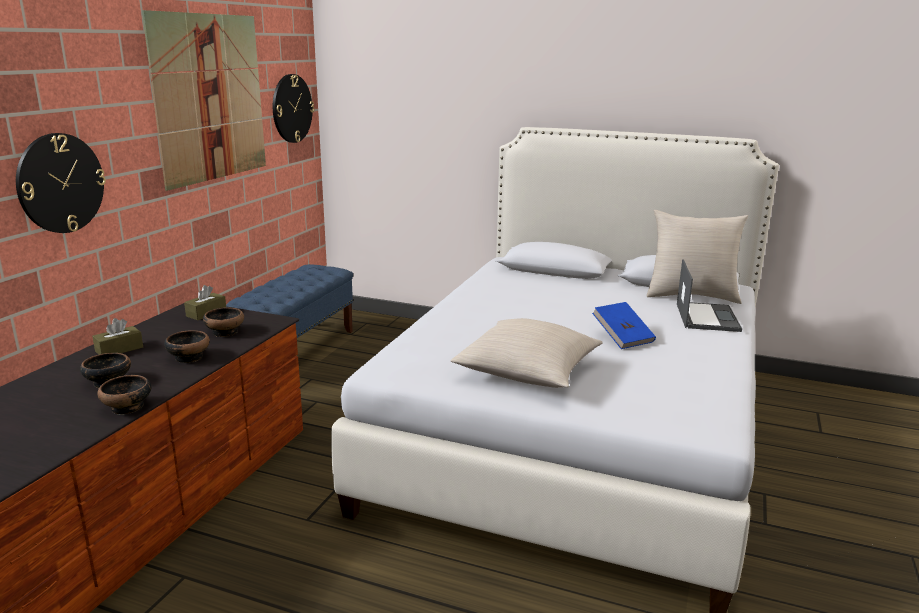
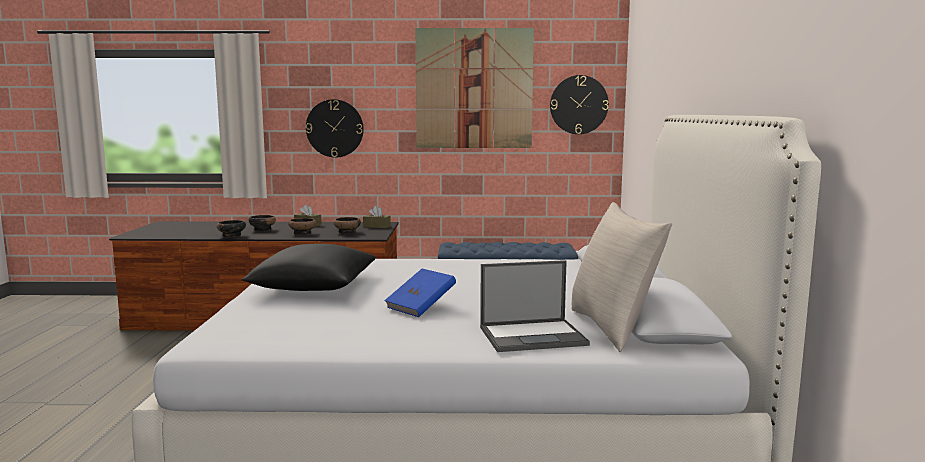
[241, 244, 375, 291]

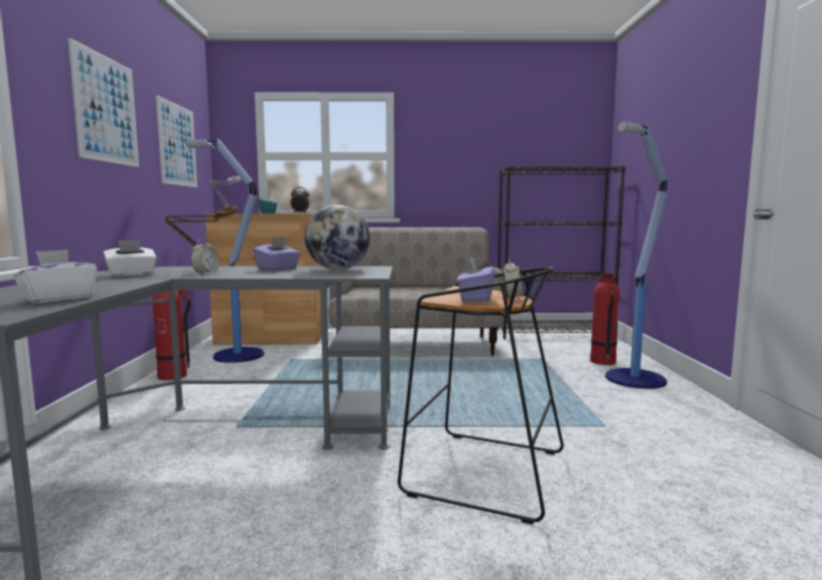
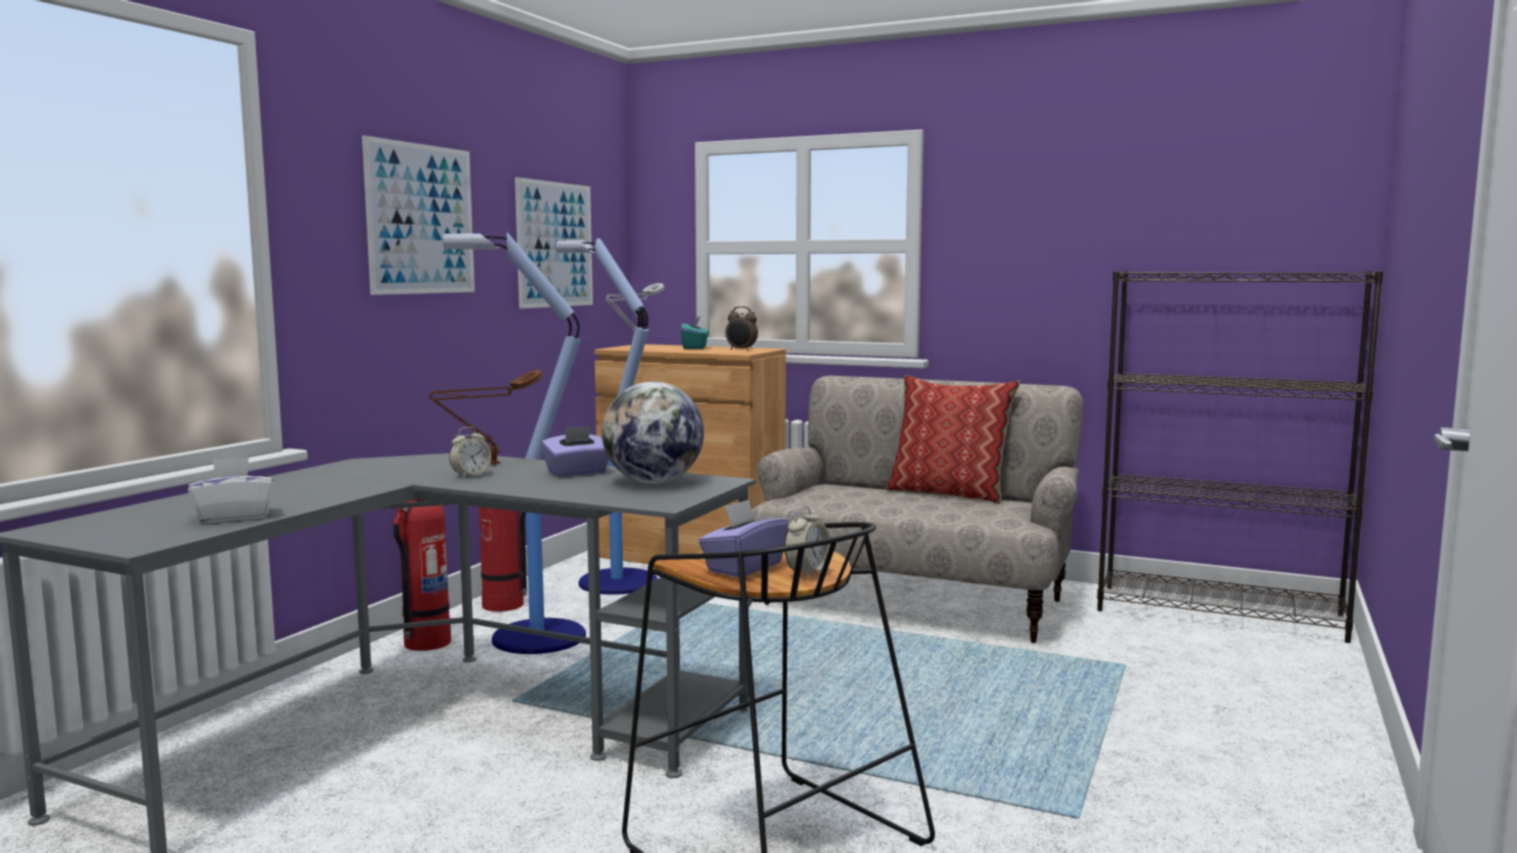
[393, 499, 451, 651]
[443, 232, 586, 654]
[885, 375, 1020, 504]
[103, 240, 157, 277] (first image)

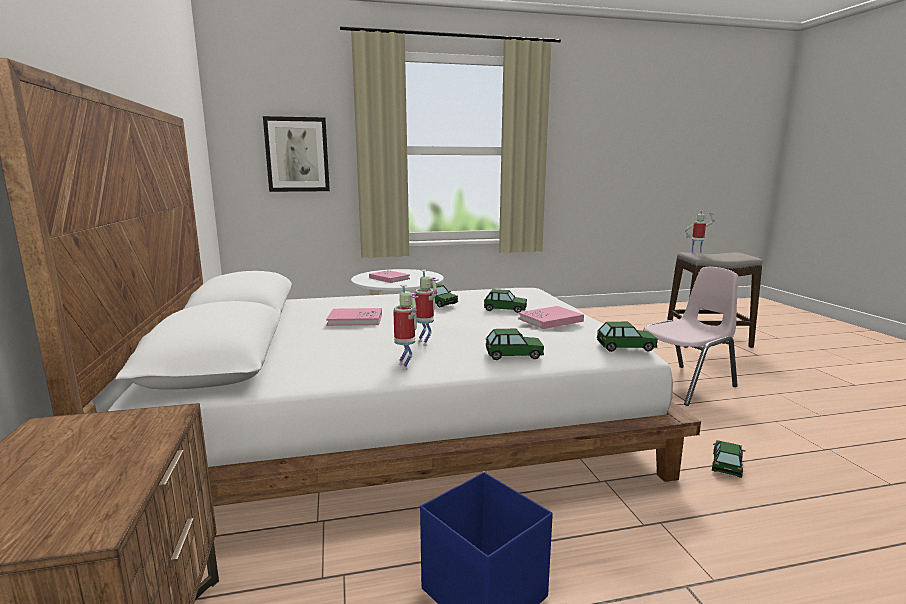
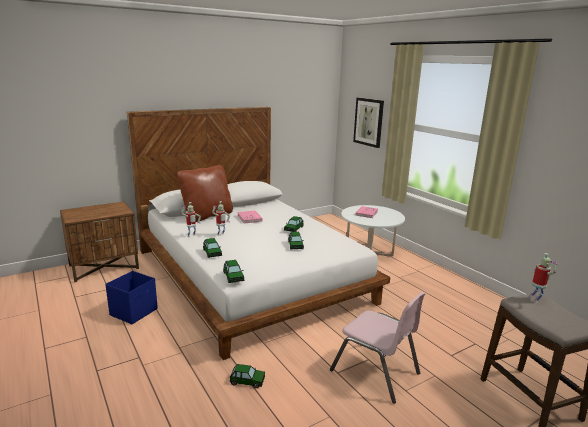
[177, 165, 233, 222]
[518, 306, 584, 329] (first image)

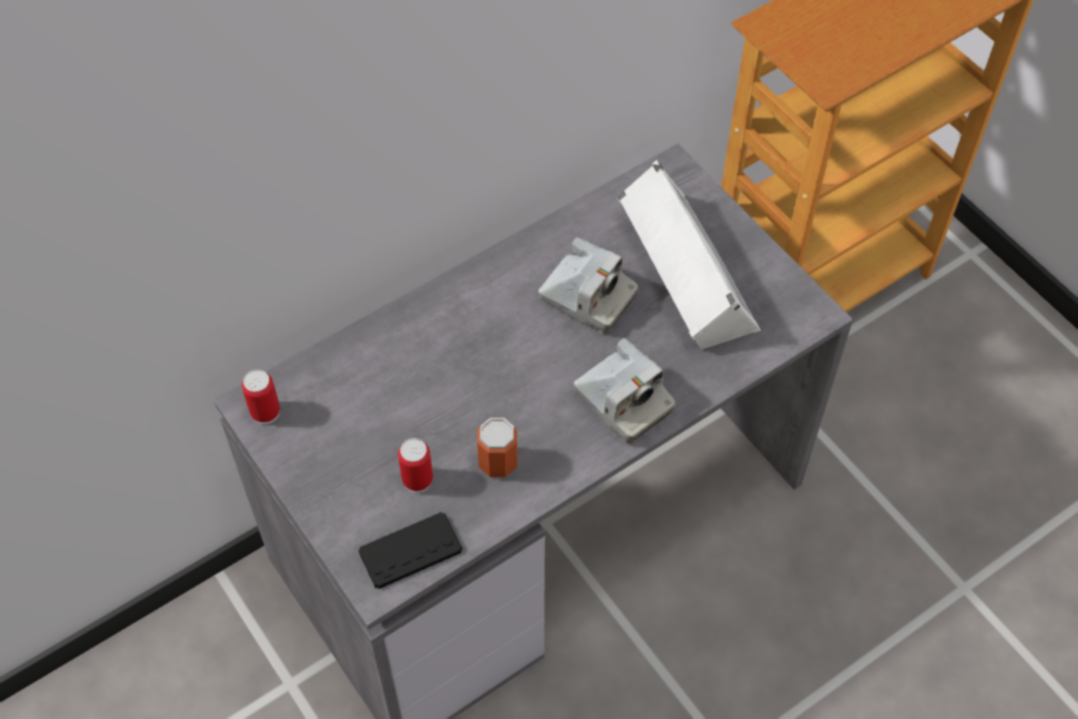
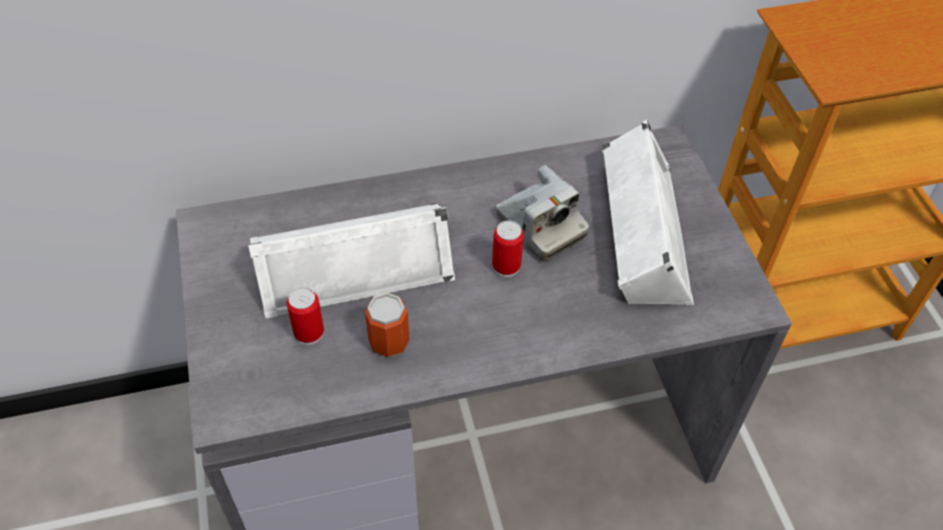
[248, 203, 455, 319]
[492, 221, 524, 277]
[358, 512, 462, 589] (first image)
[574, 338, 675, 444] (first image)

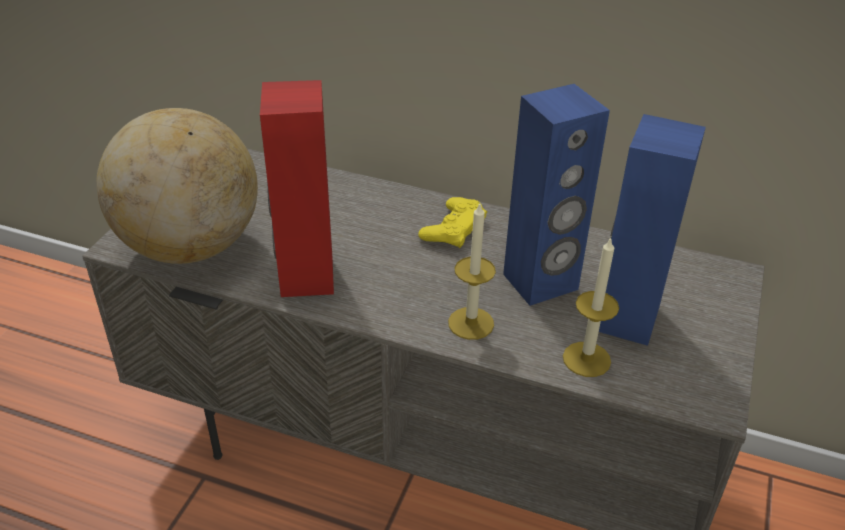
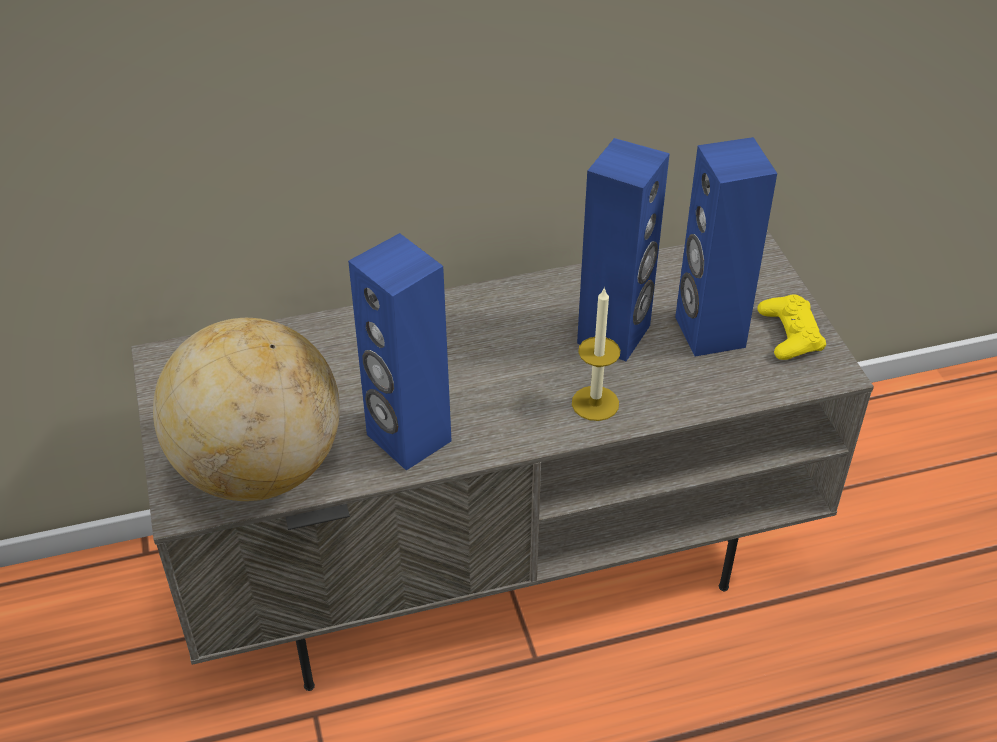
[348, 233, 452, 471]
[757, 294, 826, 360]
[563, 237, 619, 377] (first image)

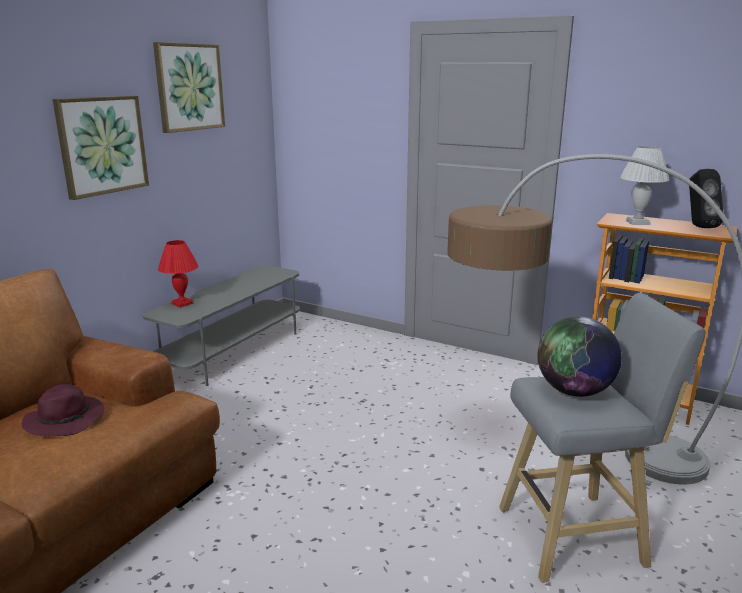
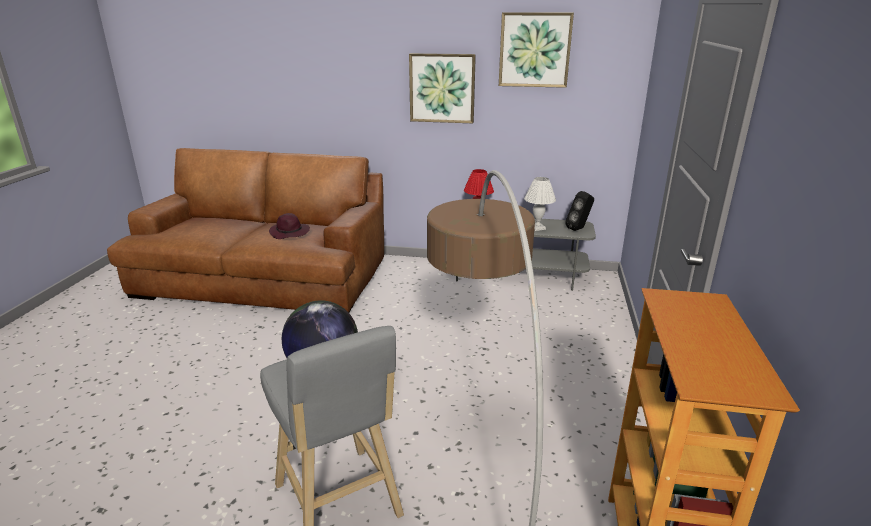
[524, 177, 556, 231]
[565, 191, 594, 231]

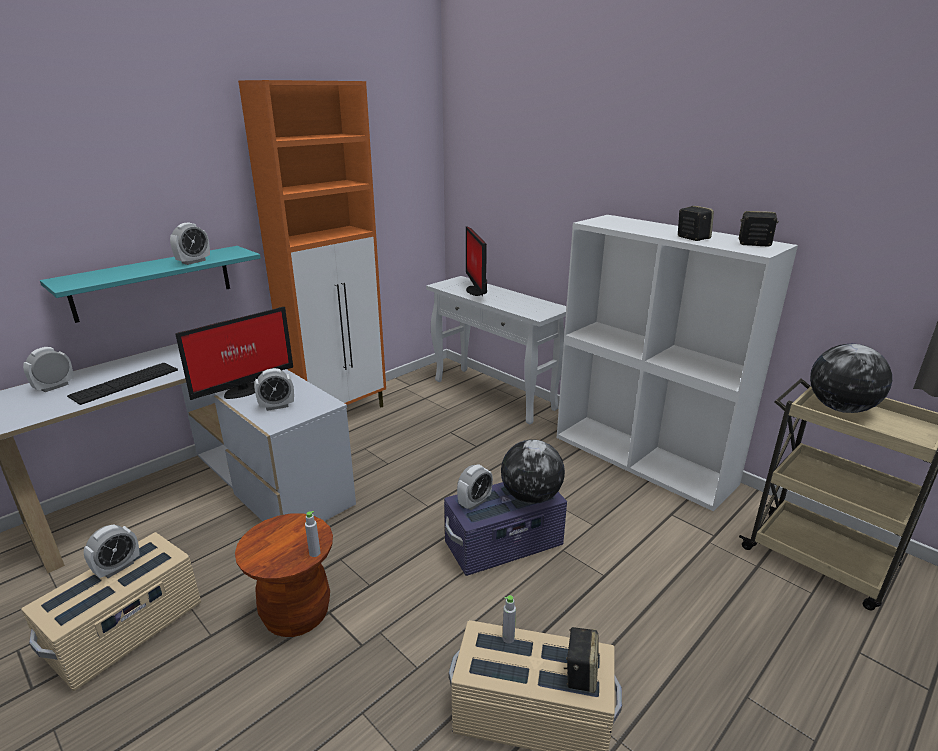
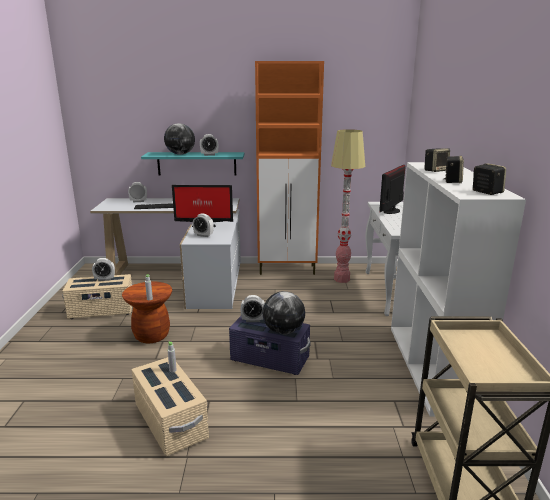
[164, 123, 195, 155]
[331, 129, 365, 283]
[425, 148, 450, 172]

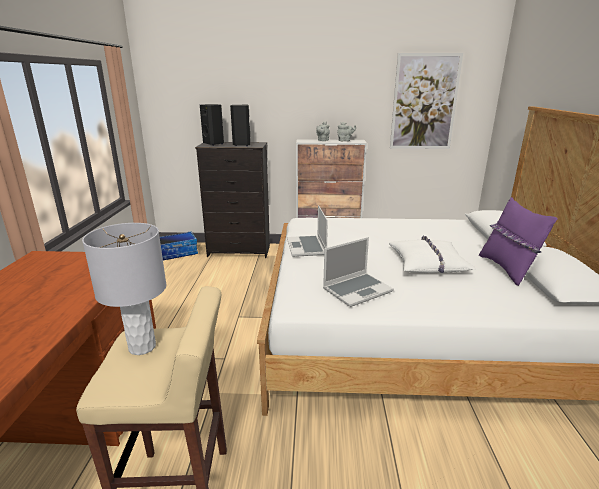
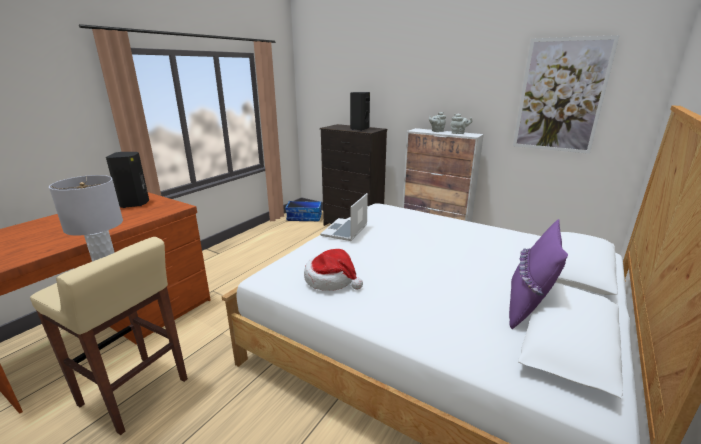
[106, 152, 149, 208]
[304, 249, 363, 291]
[389, 235, 476, 273] (first image)

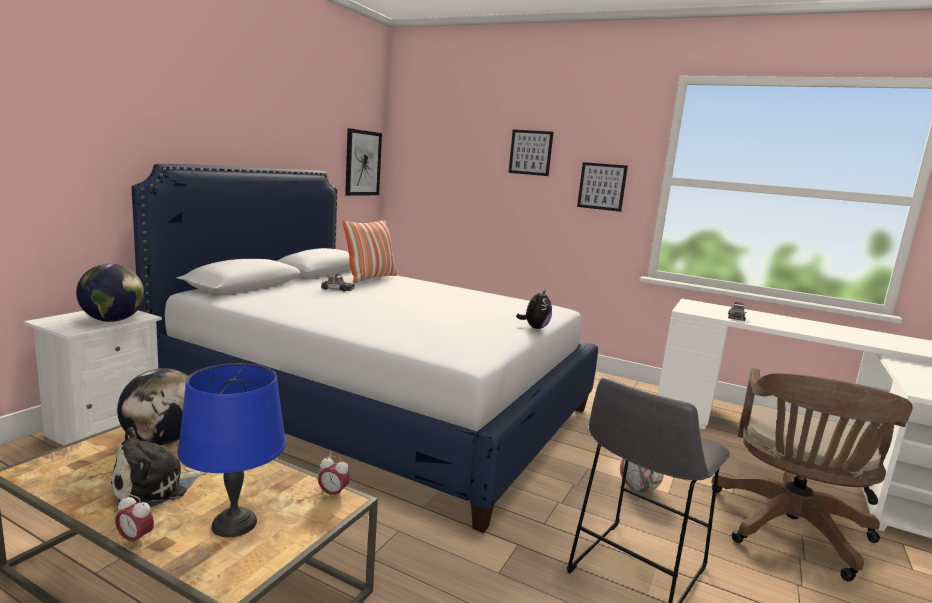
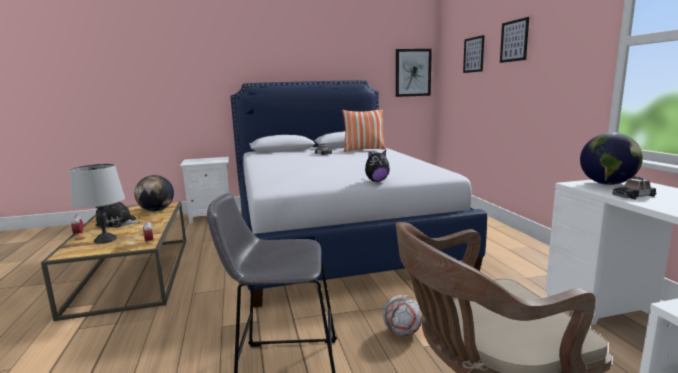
[70, 164, 125, 244]
[463, 35, 485, 73]
[580, 132, 643, 185]

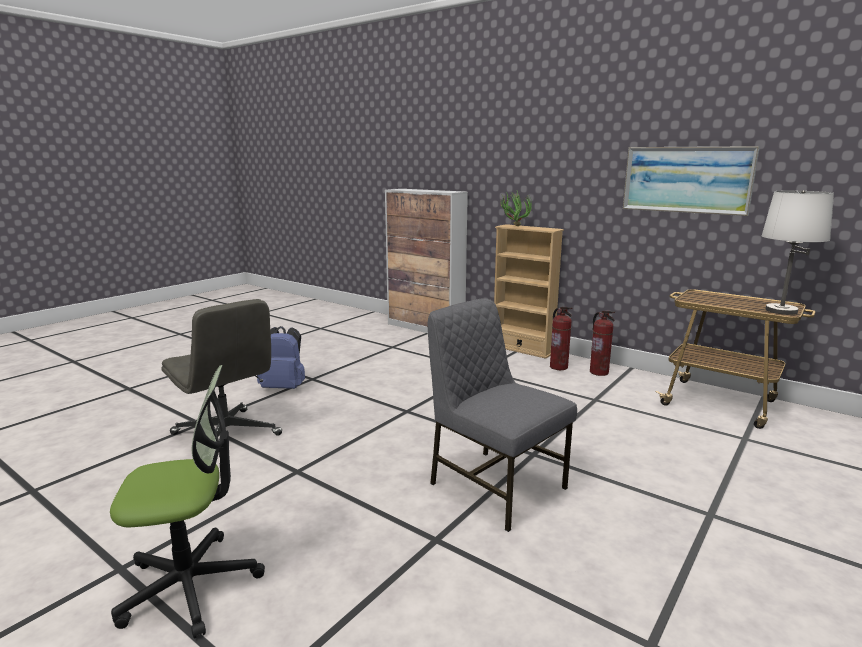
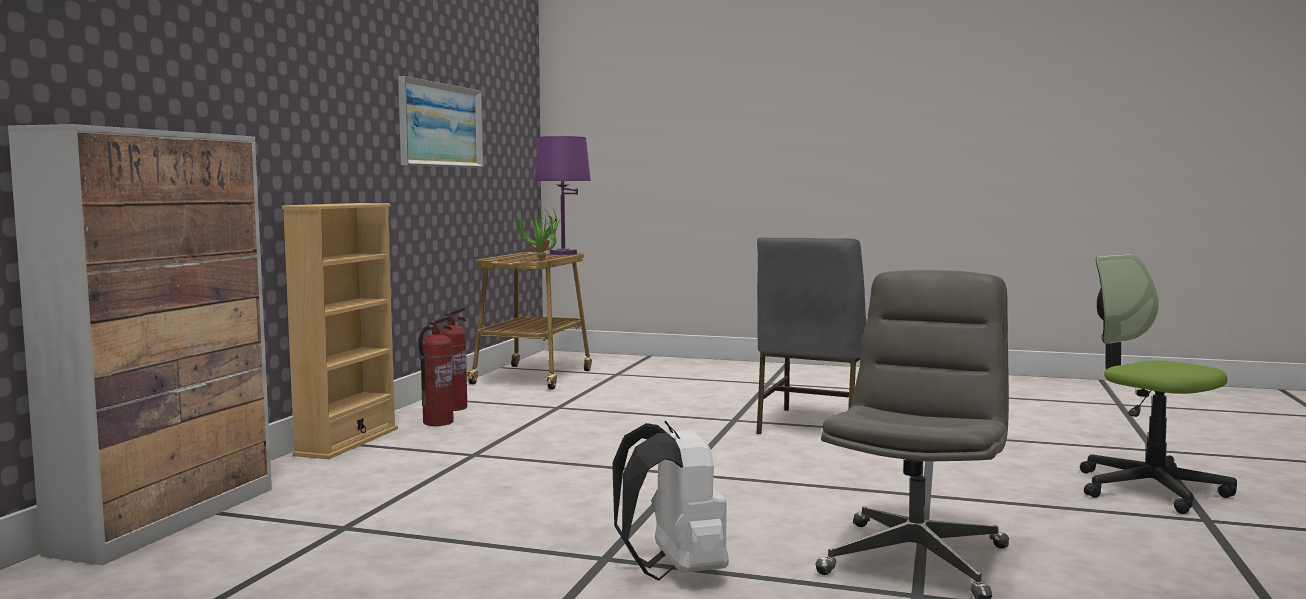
[513, 208, 559, 259]
[534, 136, 591, 255]
[613, 420, 729, 581]

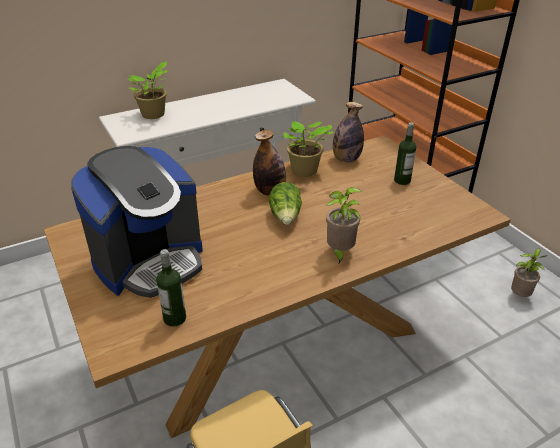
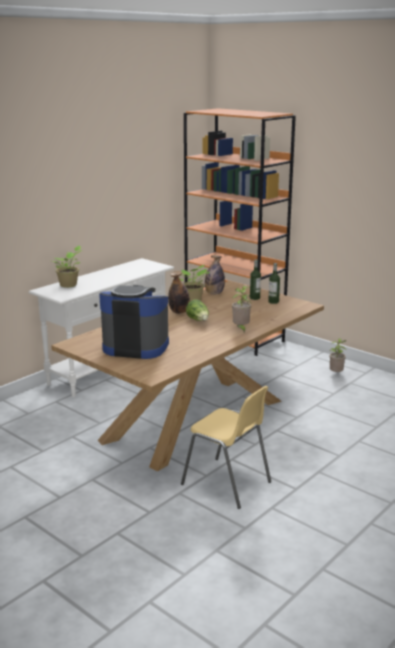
[99, 285, 169, 359]
[268, 263, 280, 304]

